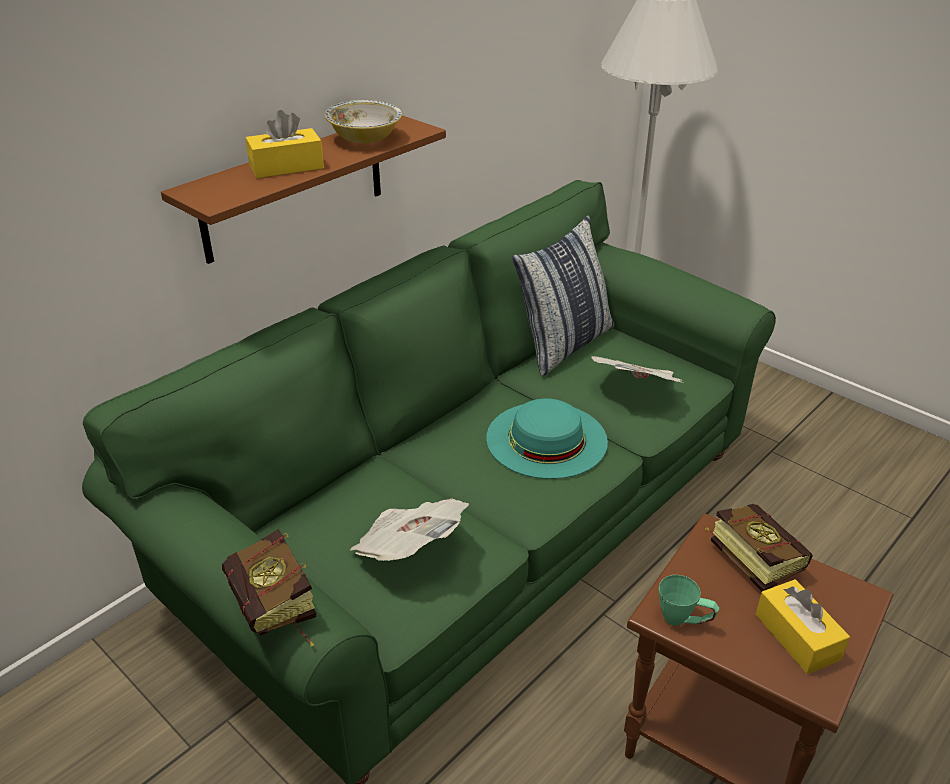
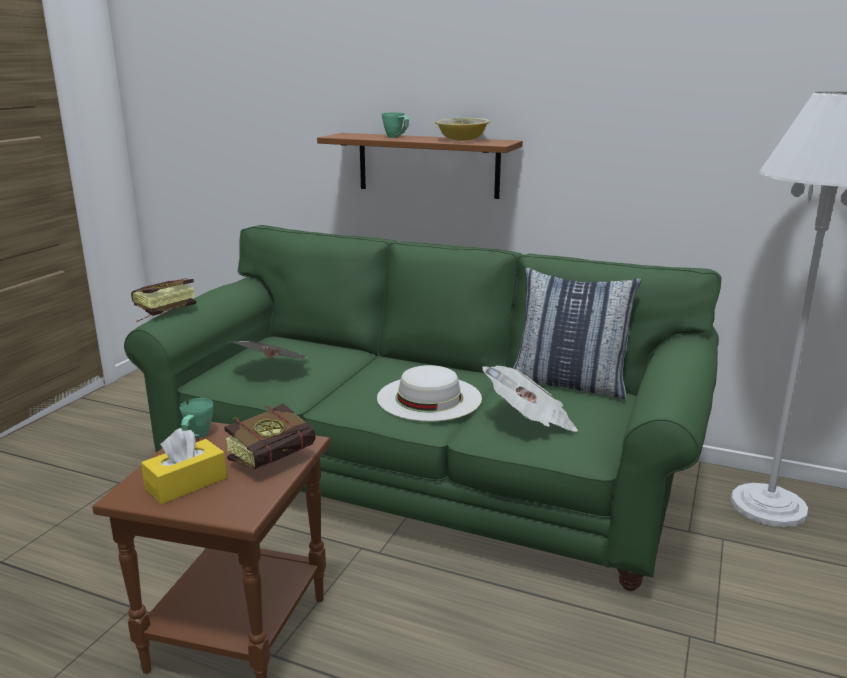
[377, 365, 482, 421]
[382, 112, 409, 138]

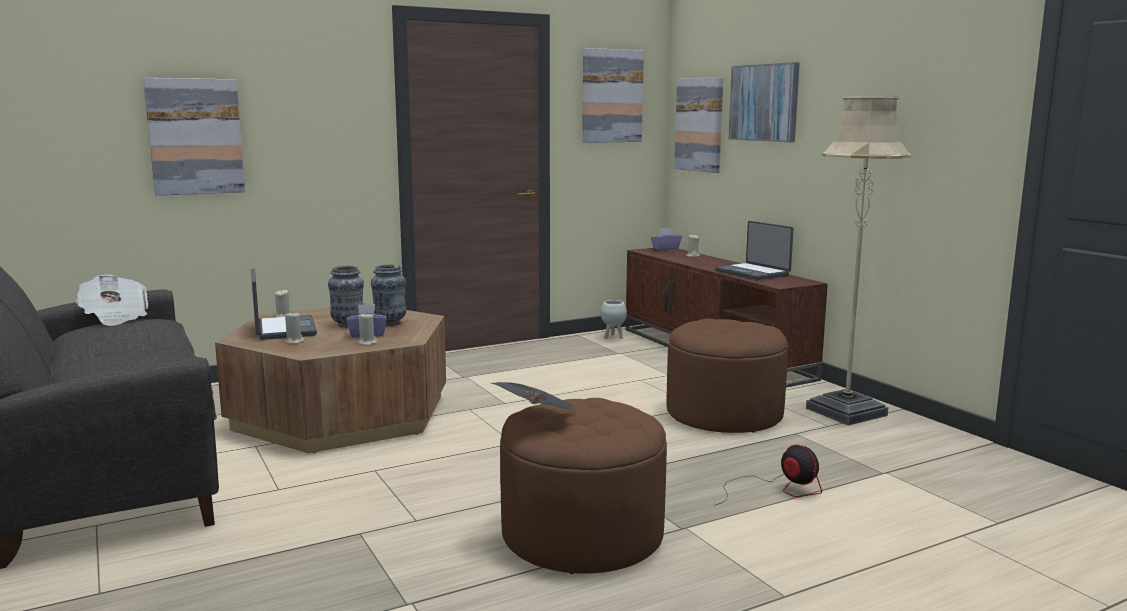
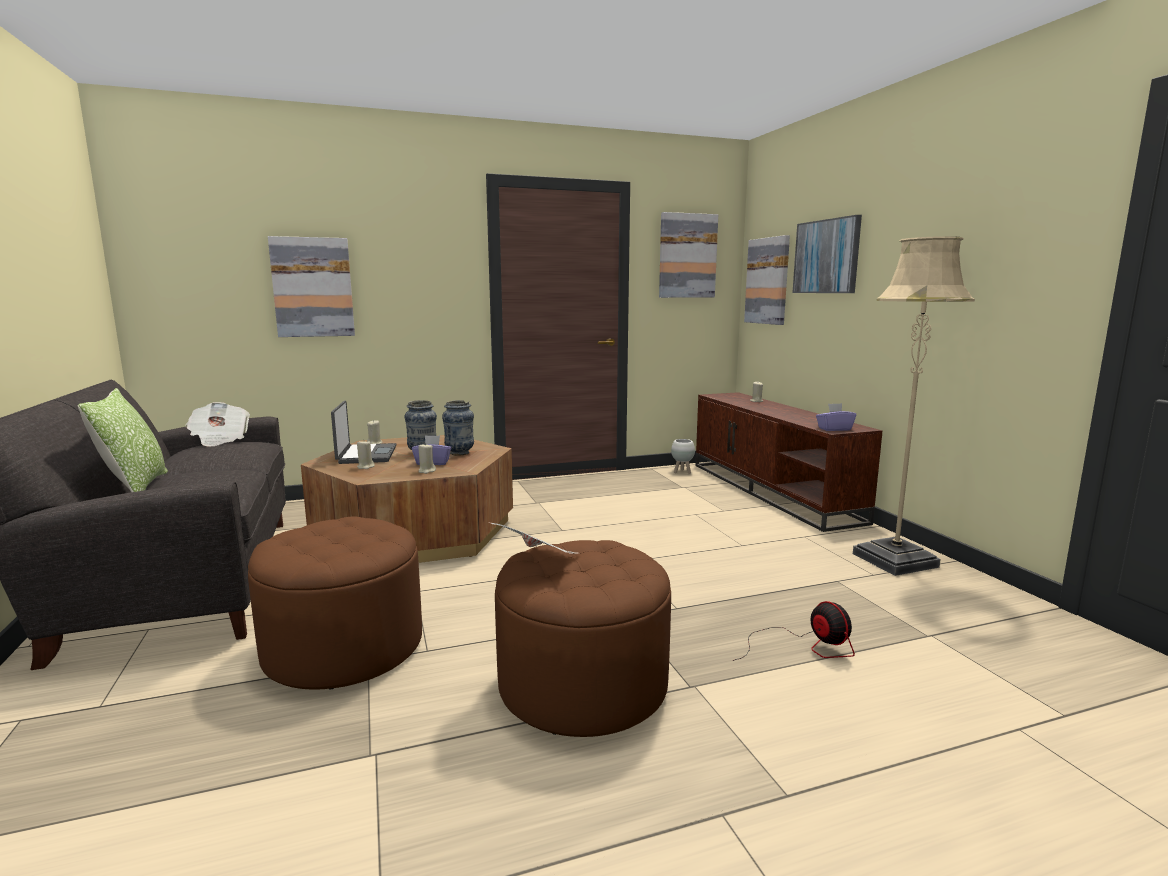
[78, 388, 168, 492]
[248, 516, 422, 690]
[816, 403, 856, 431]
[715, 221, 794, 280] (first image)

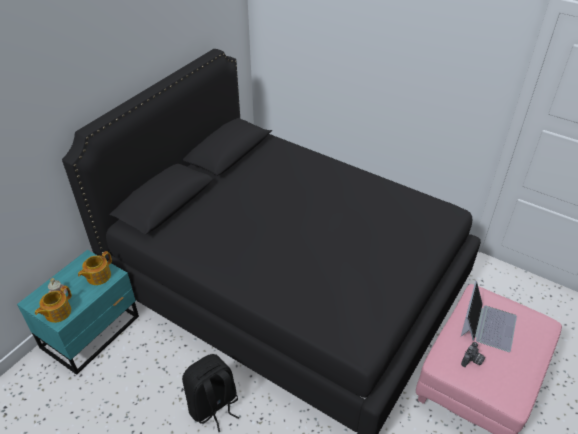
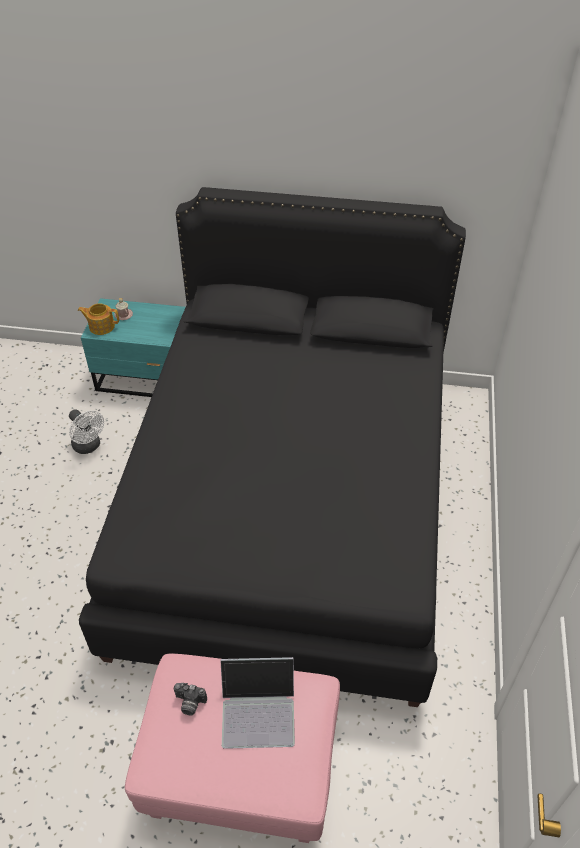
[69, 409, 104, 454]
[78, 251, 112, 285] (first image)
[182, 354, 239, 433] (first image)

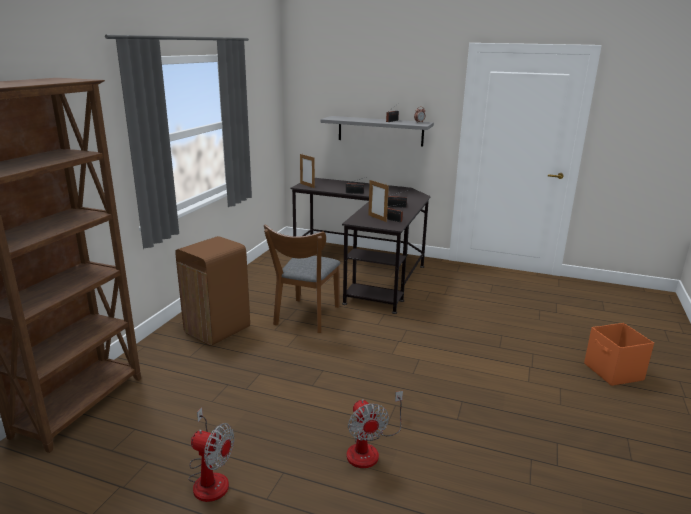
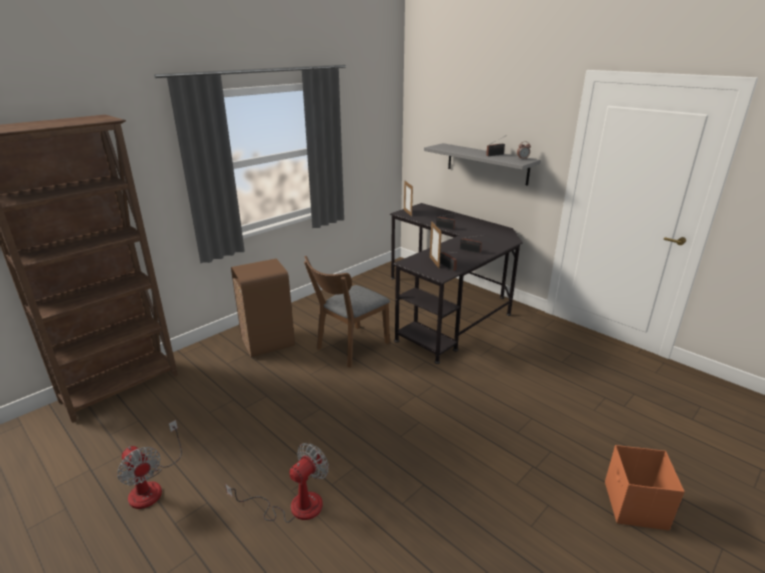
[225, 443, 329, 523]

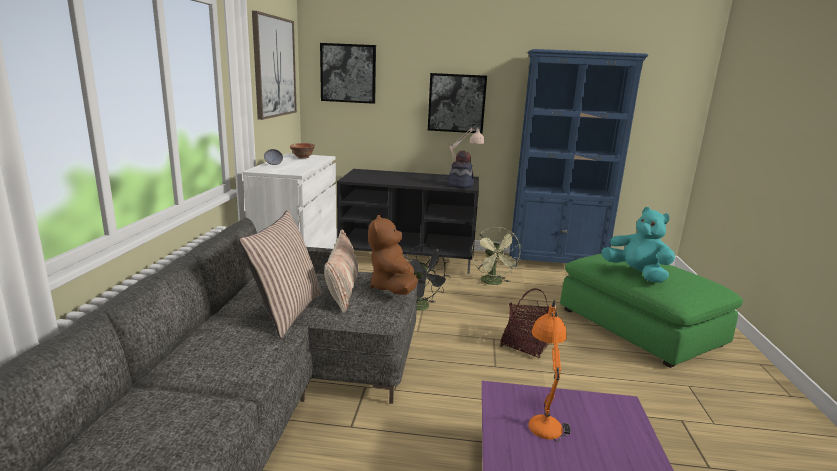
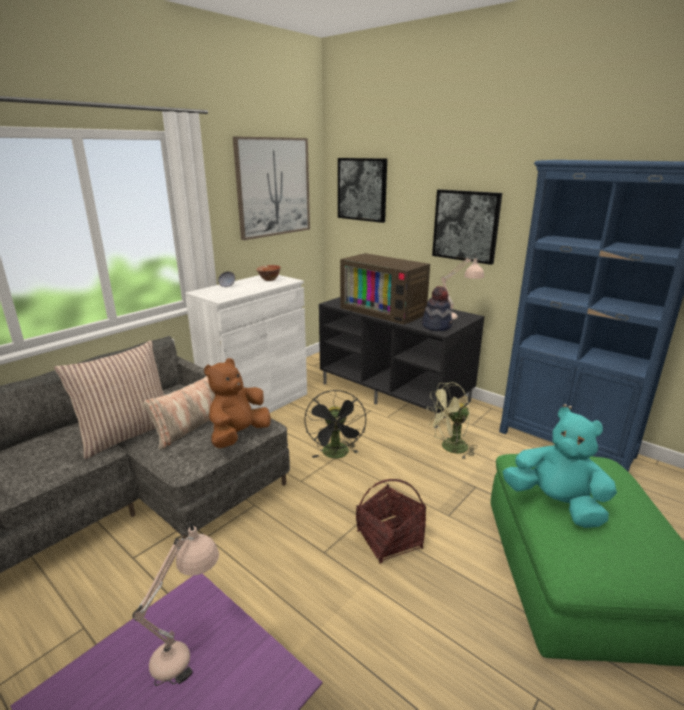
[132, 523, 219, 686]
[340, 253, 430, 325]
[427, 382, 477, 459]
[503, 407, 617, 528]

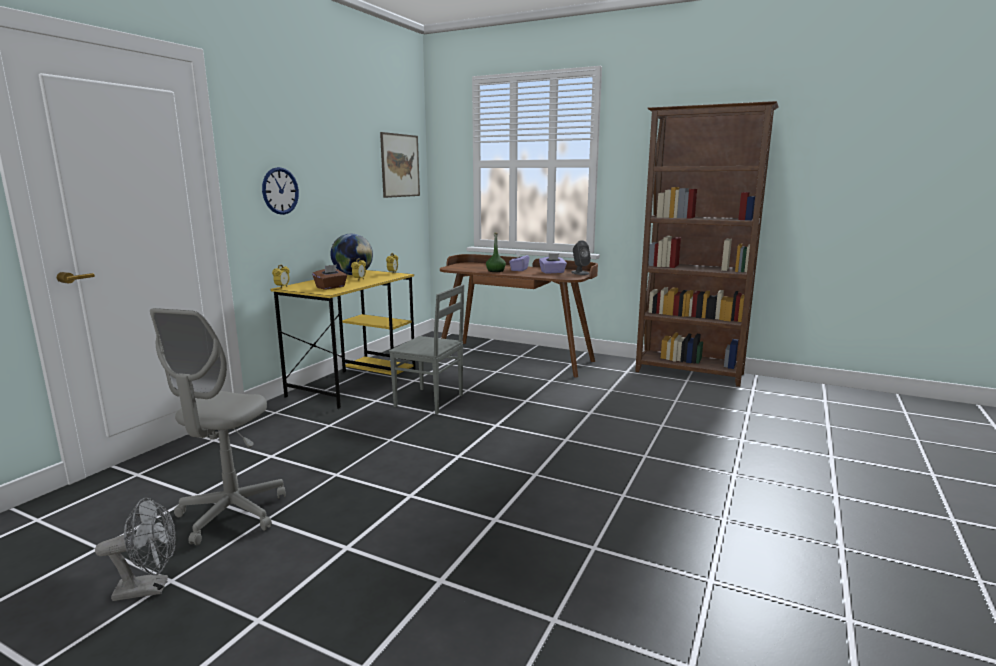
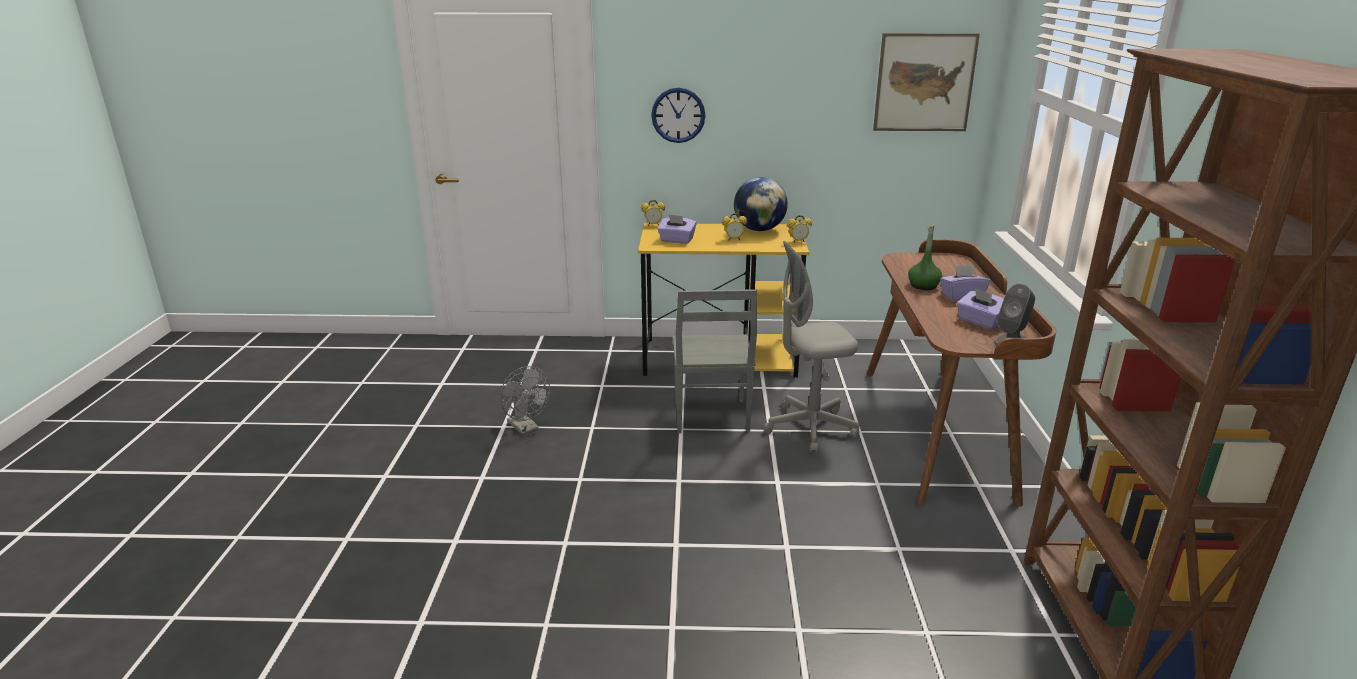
[500, 366, 550, 435]
[658, 214, 697, 244]
[763, 241, 860, 453]

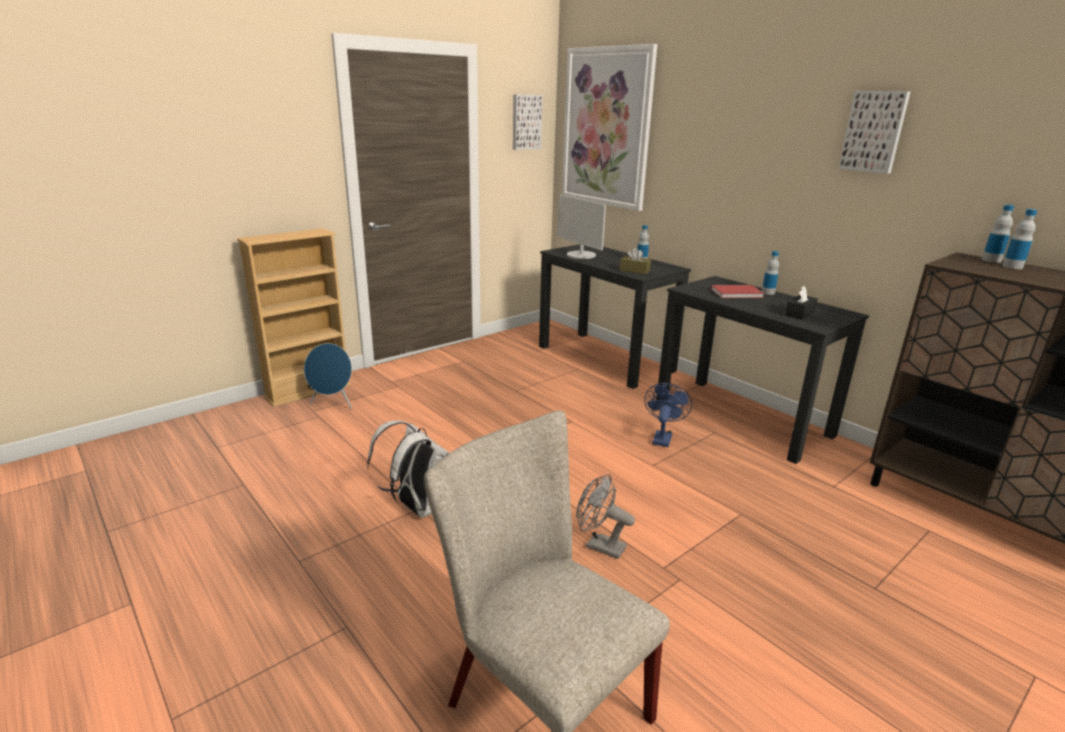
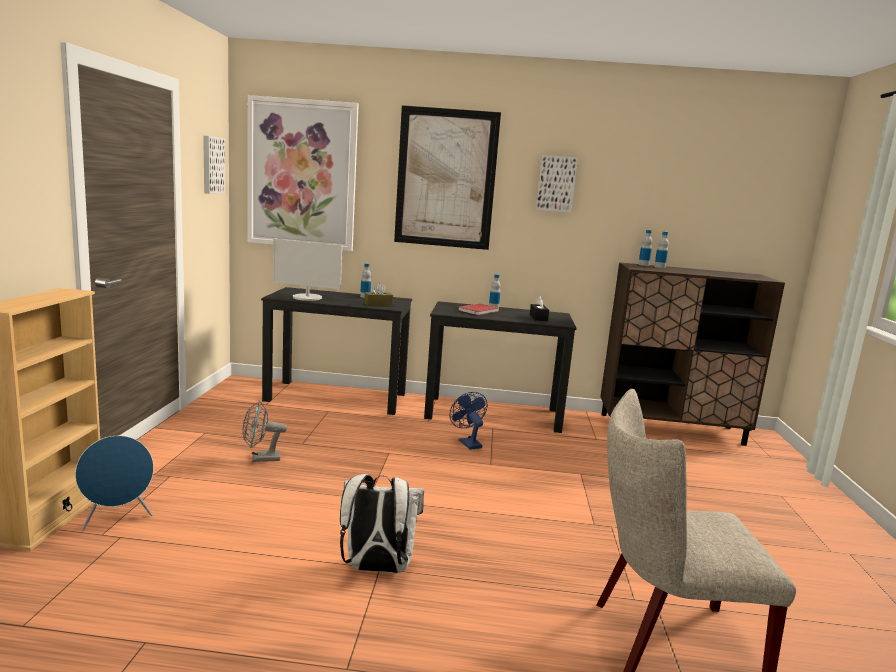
[242, 401, 287, 462]
[394, 105, 501, 250]

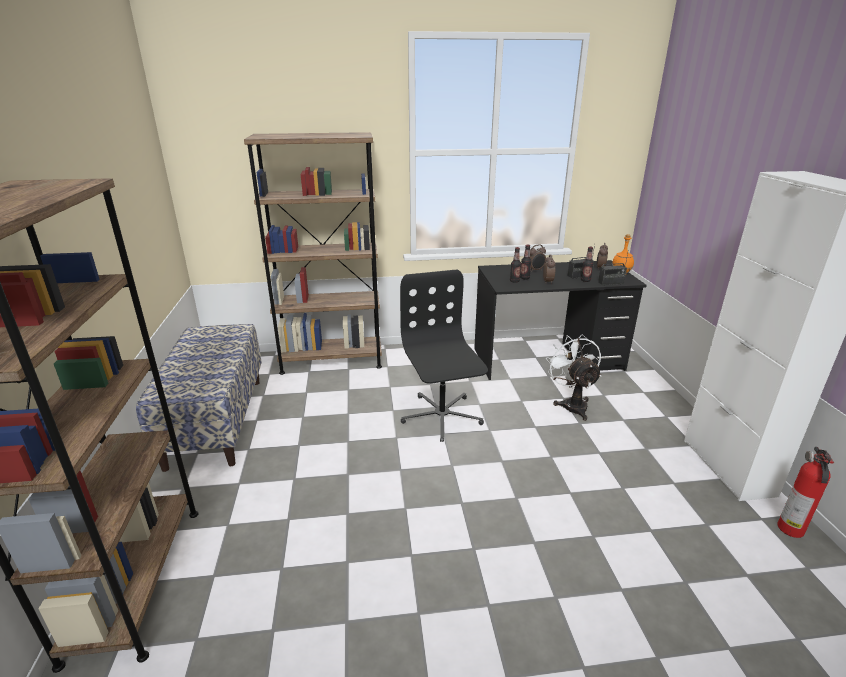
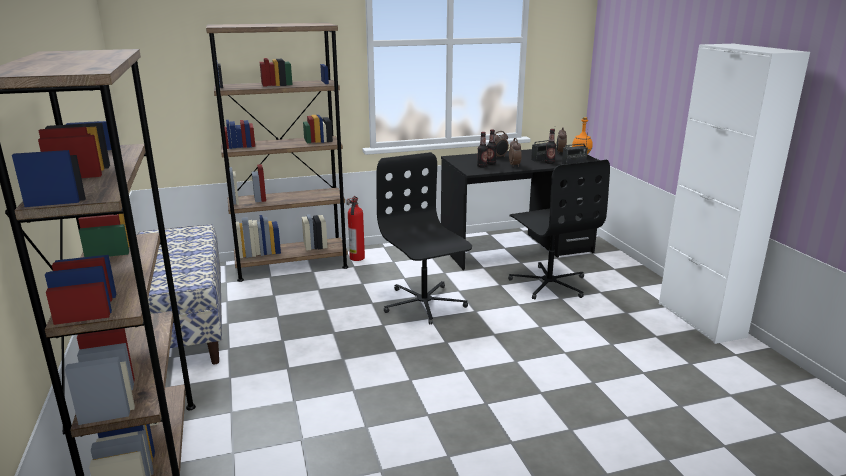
[346, 196, 365, 261]
[508, 160, 610, 300]

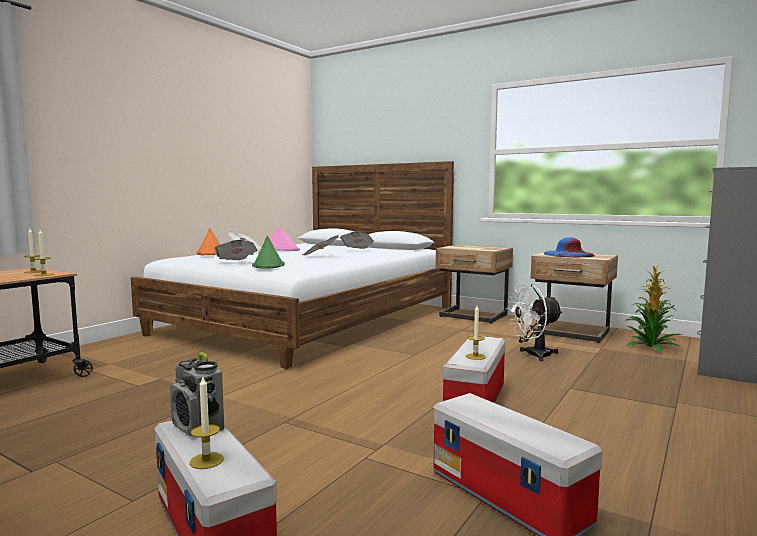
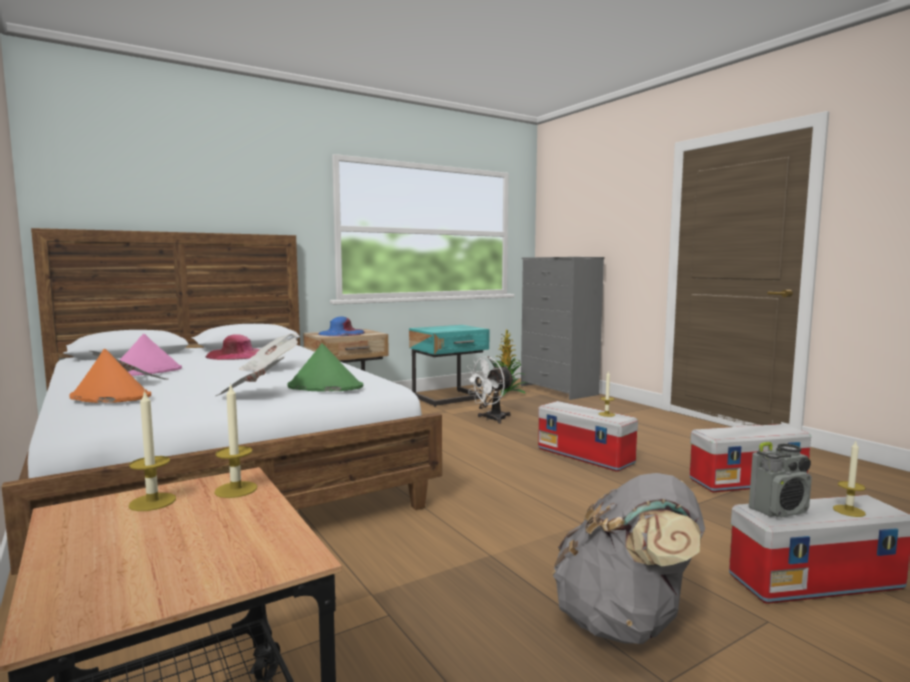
[206, 334, 260, 360]
[318, 317, 365, 336]
[409, 325, 490, 407]
[465, 356, 514, 424]
[552, 473, 705, 644]

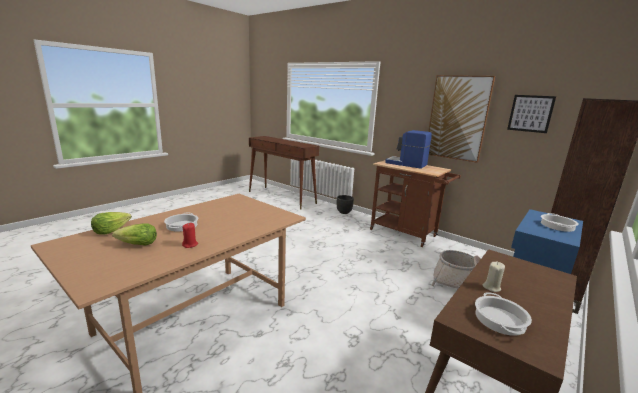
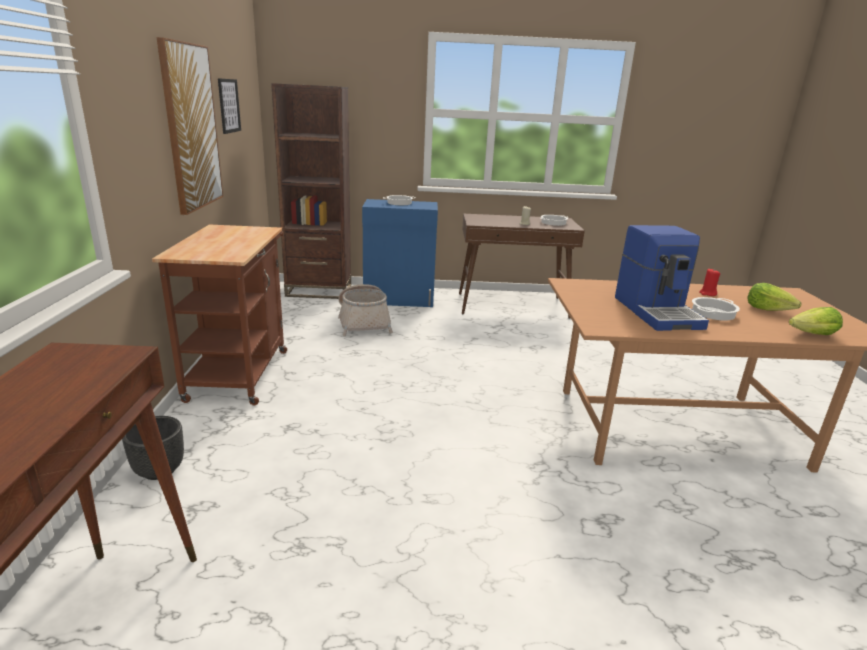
[615, 225, 709, 331]

